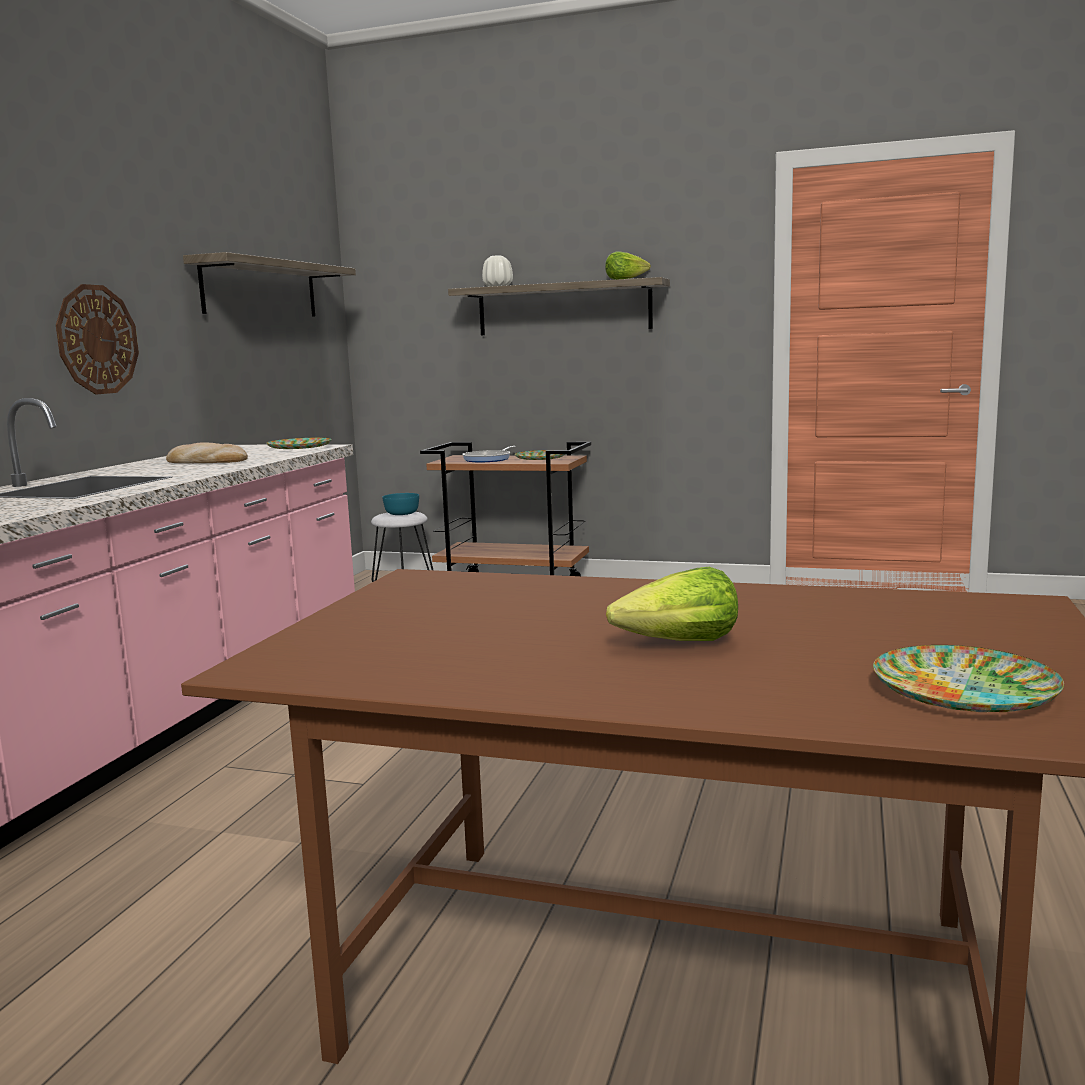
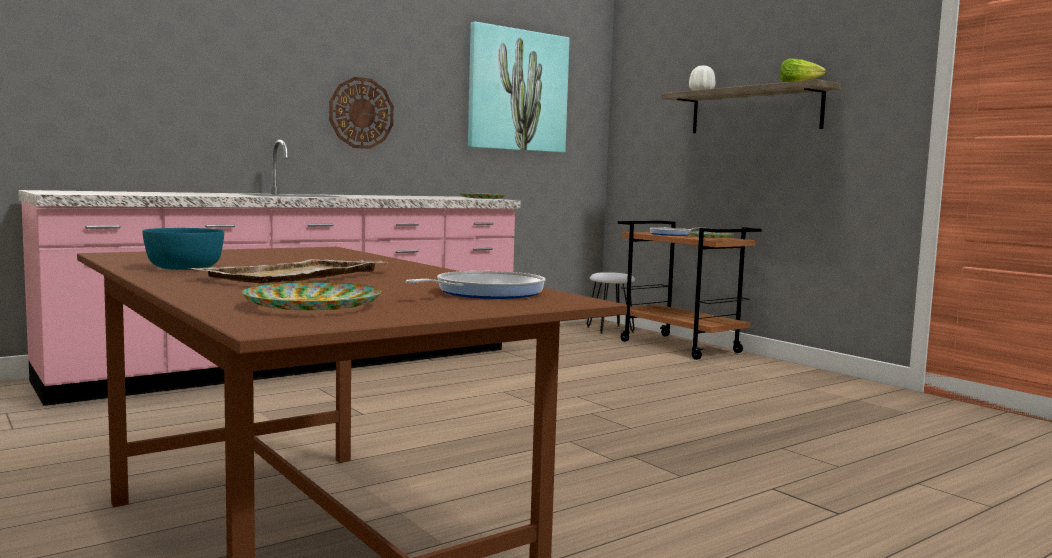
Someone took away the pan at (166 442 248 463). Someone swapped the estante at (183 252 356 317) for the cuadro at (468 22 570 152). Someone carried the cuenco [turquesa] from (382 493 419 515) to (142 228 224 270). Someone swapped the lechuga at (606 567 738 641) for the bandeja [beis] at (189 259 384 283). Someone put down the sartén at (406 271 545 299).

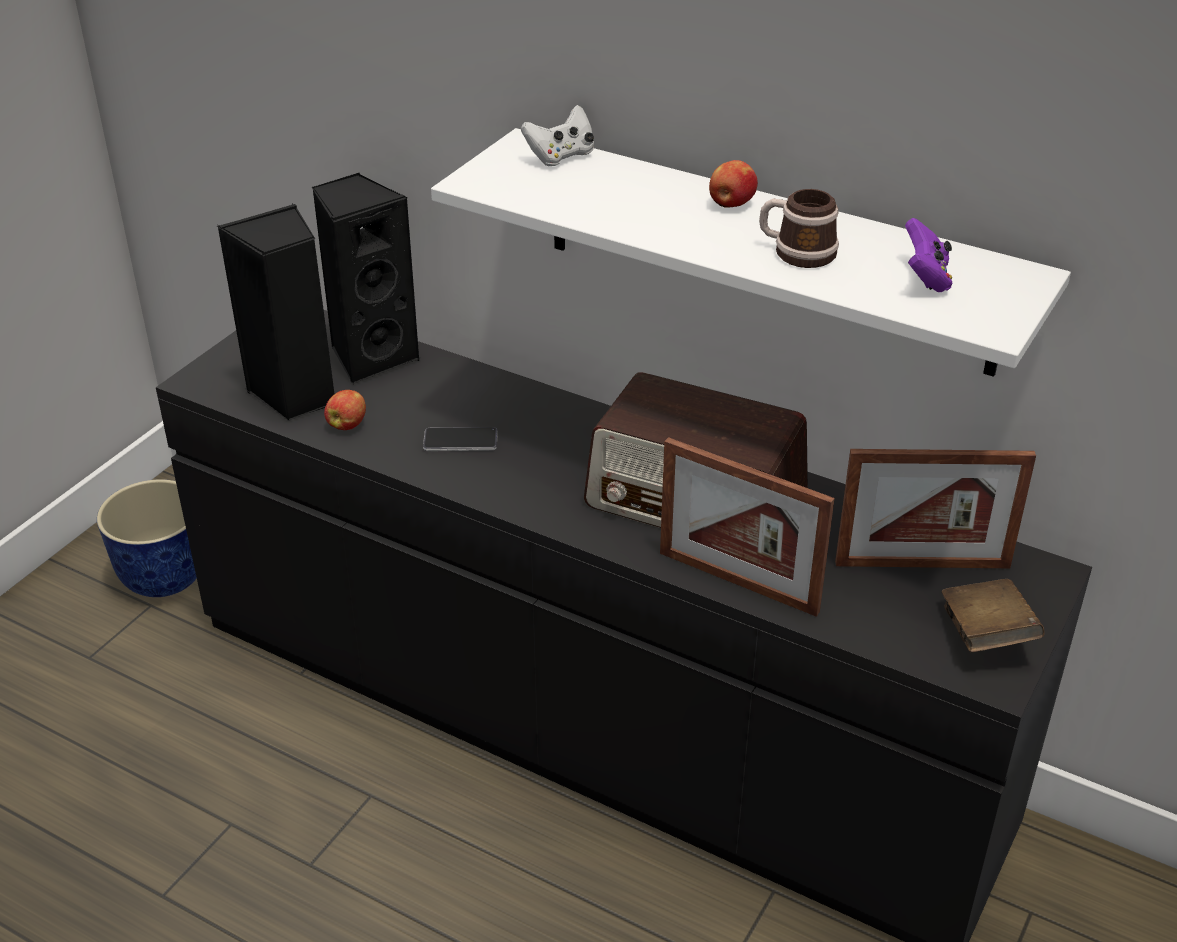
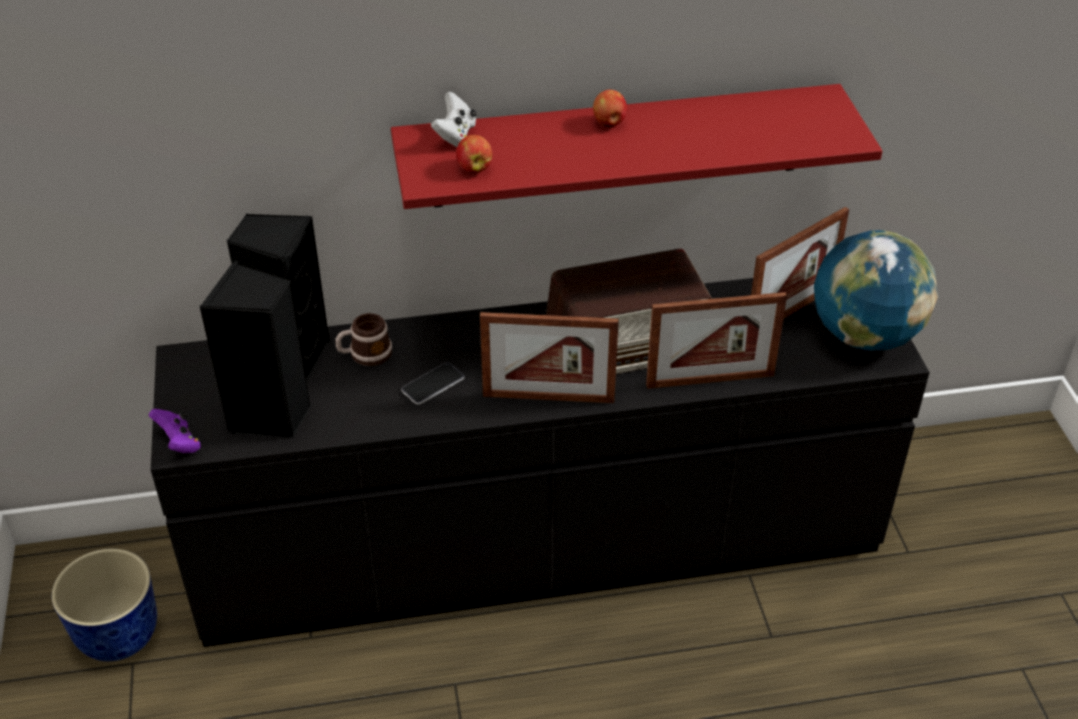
Someone carried the manzana from (324 390 366 430) to (456 135 492 173). Someone repainted the estante [blanco] at (431 128 1071 377), which became the estante [rojo] at (391 84 882 209). Someone carried the taza grande from (759 189 839 268) to (335 313 392 366). Someone carried the mando de consola [morado] from (905 218 952 292) to (149 409 201 453). Someone swapped the libro [marrón] at (941 579 1044 652) for the globo terráqueo at (814 230 938 351). Someone put down the portarretratos at (480 312 619 403).

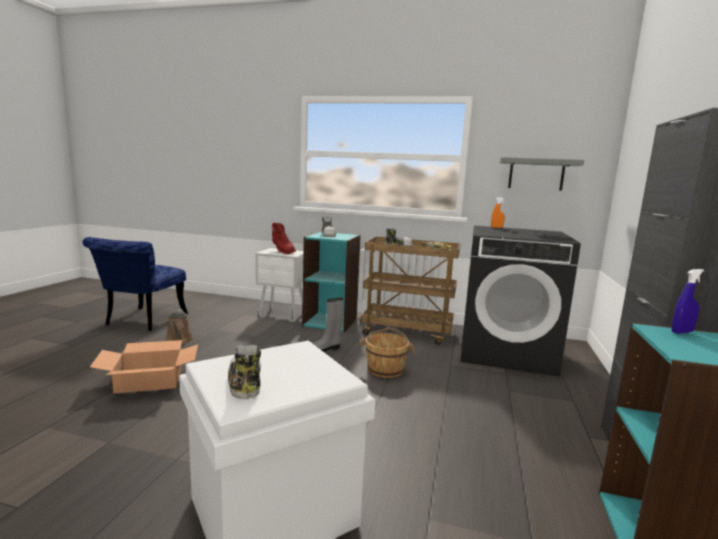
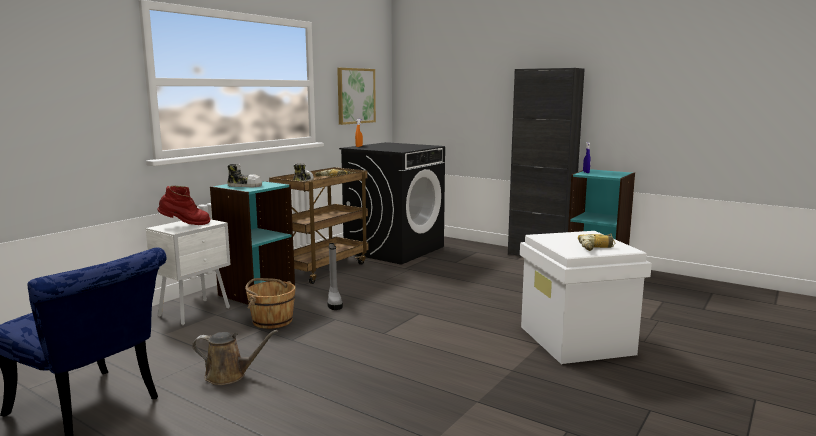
Someone took away the caja de cartón at (90 340 198 393). Someone swapped the zapato at (228 345 261 399) for the taladro at (578 233 616 251). Someone carried the cubo [marrón] from (359 328 416 378) to (245 278 296 329). Someone swapped the estante [gris] at (500 157 584 191) for the cuadro at (337 68 376 125).

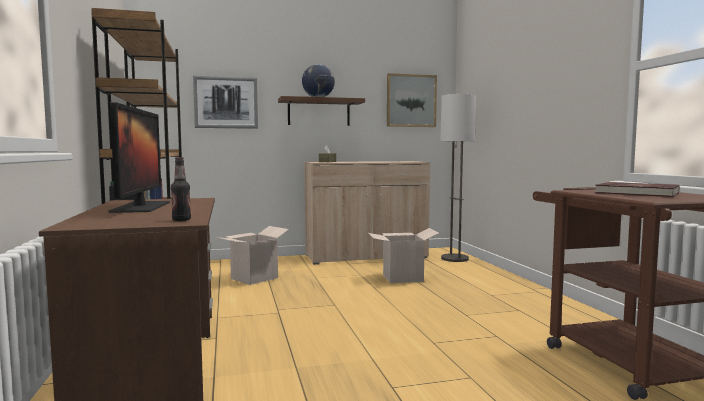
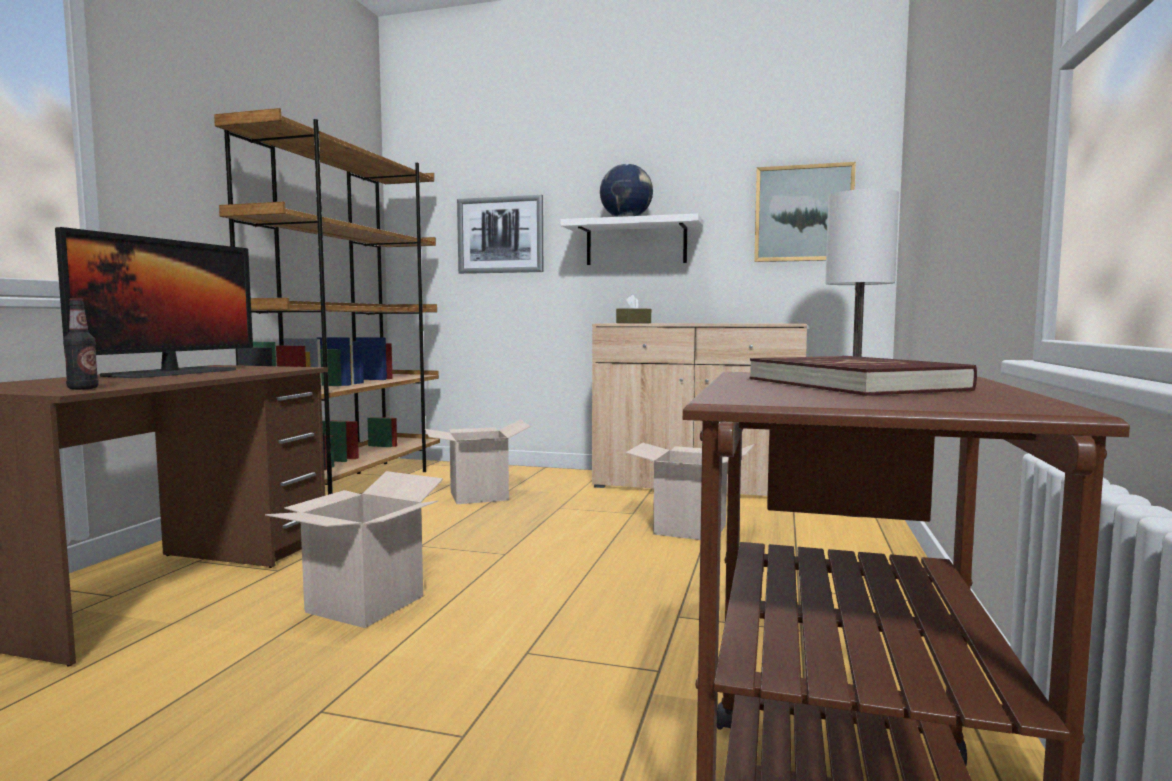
Someone repainted the estante [marrón] at (278 96 365 126), which became the estante [blanco] at (560 214 703 265). Someone put down the caja de cartón at (265 471 443 628).

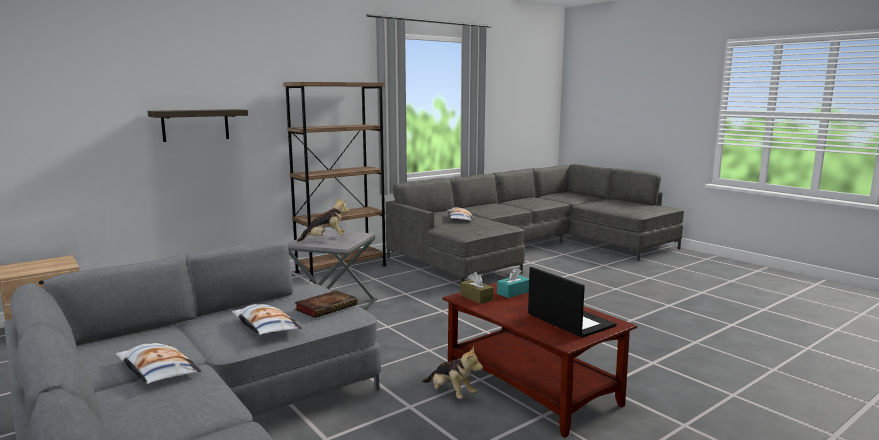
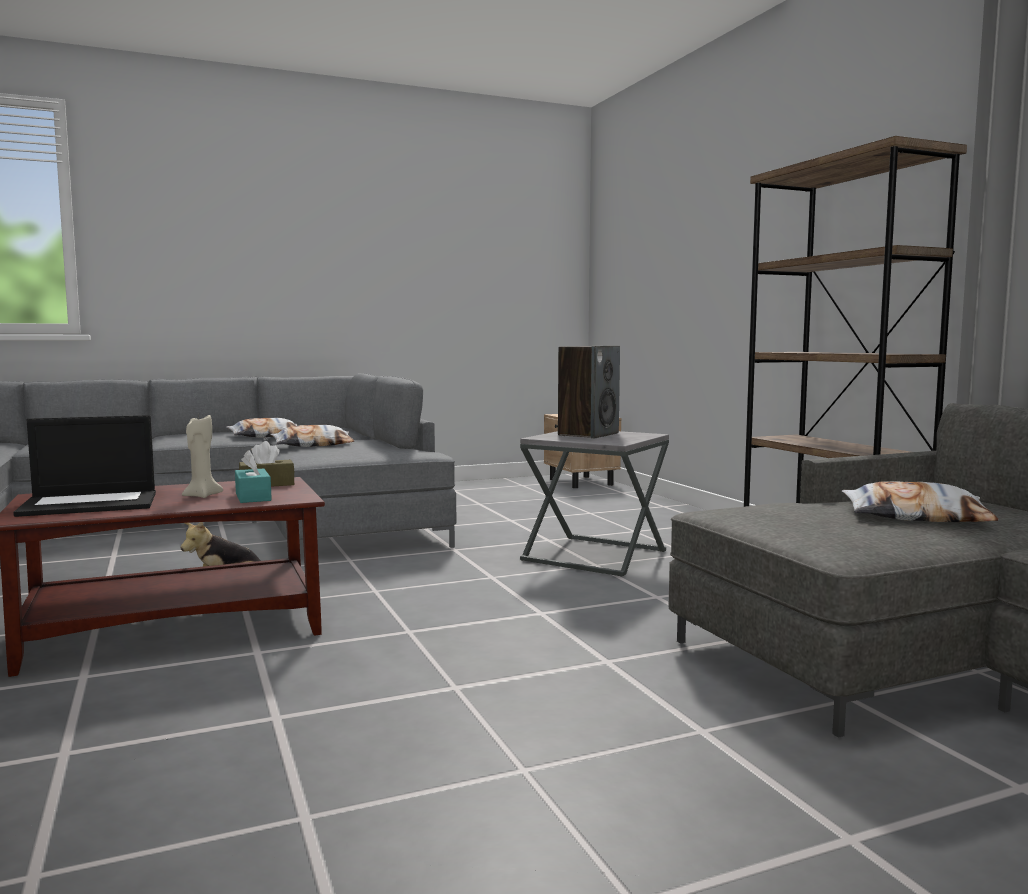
Someone took away the estante at (148 109 248 142). Someone took away the libro at (294 291 358 318). Someone swapped the peluche at (297 198 349 242) for the altavoz at (558 346 620 439). Someone put down the vela [beis] at (182 415 223 498).

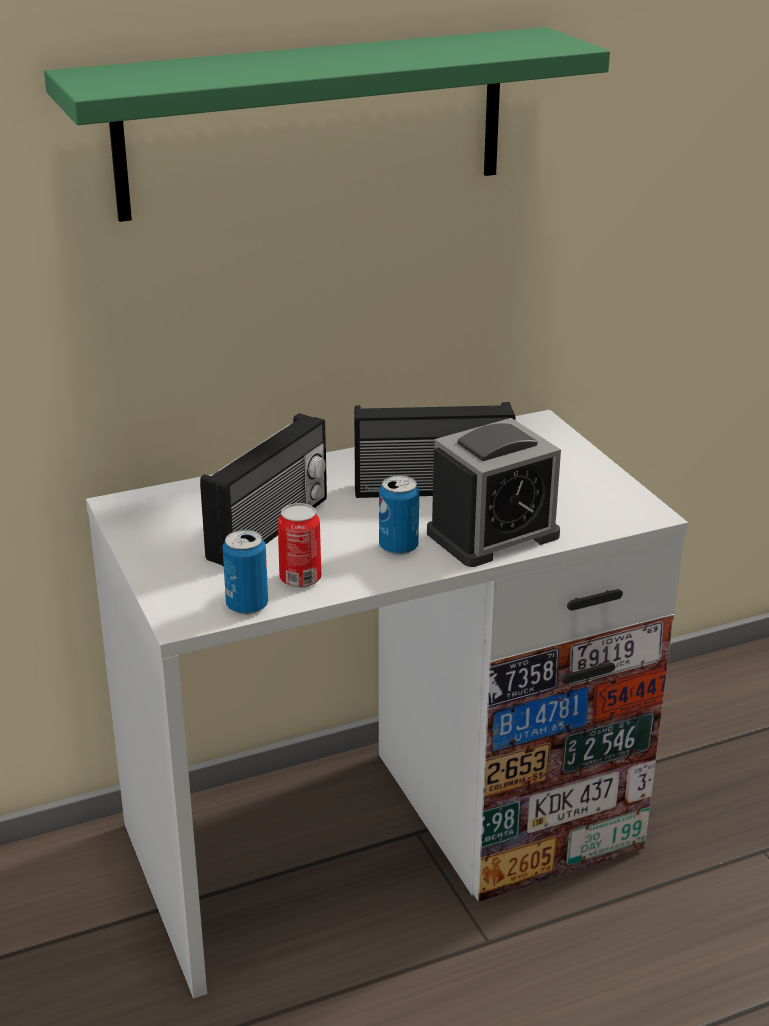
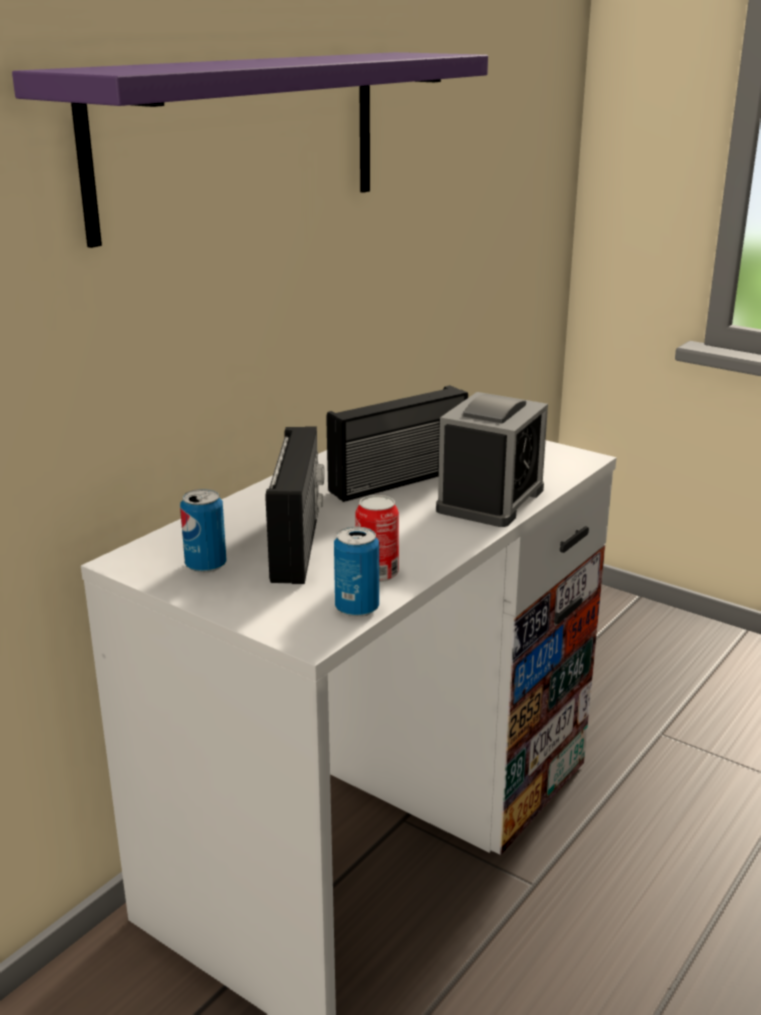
Someone repainted the estante [verde] at (44 27 610 222), which became the estante [morado] at (12 52 488 248). Someone carried the lata from (379 475 419 555) to (180 489 226 573).

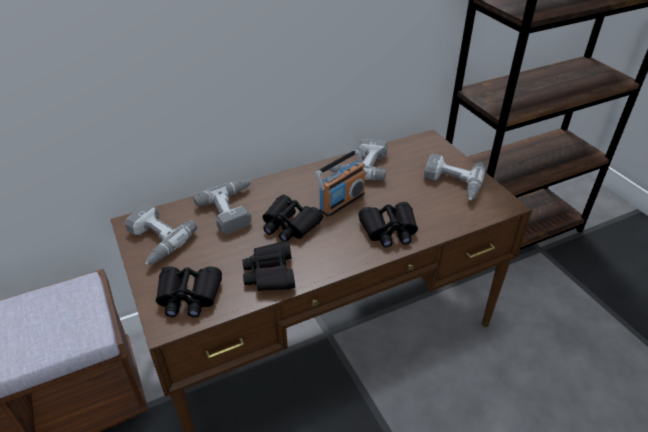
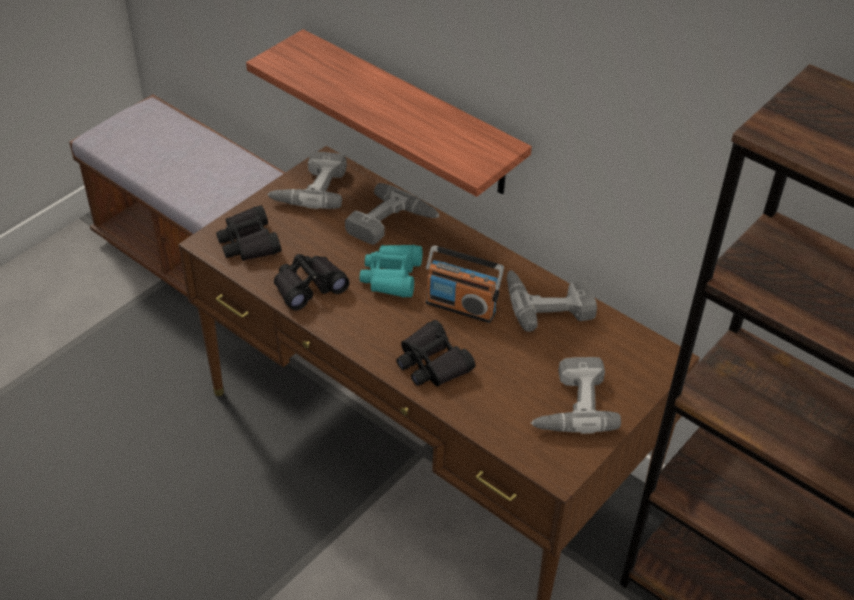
Someone repainted the prismáticos [negro] at (263 195 323 242), which became the prismáticos [turquesa] at (360 245 423 298). Someone put up the estante at (246 29 532 197).

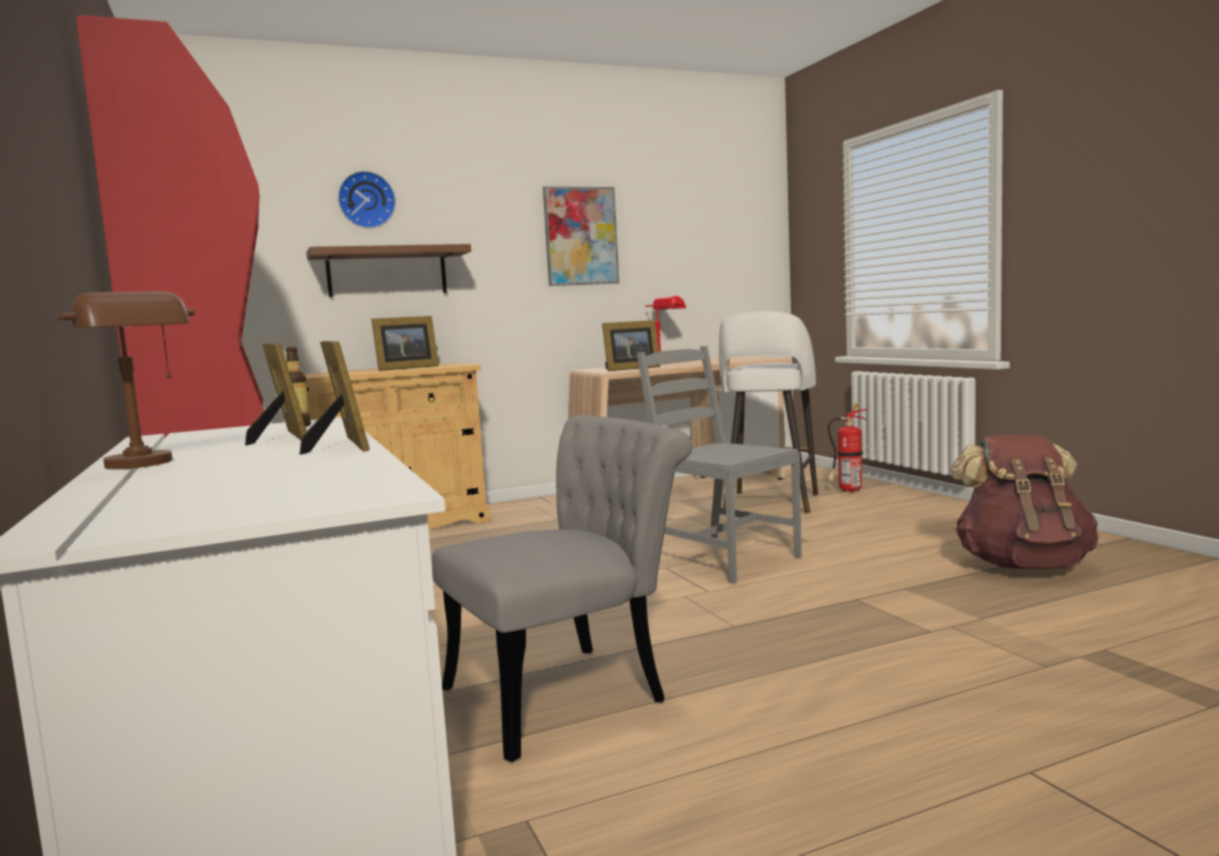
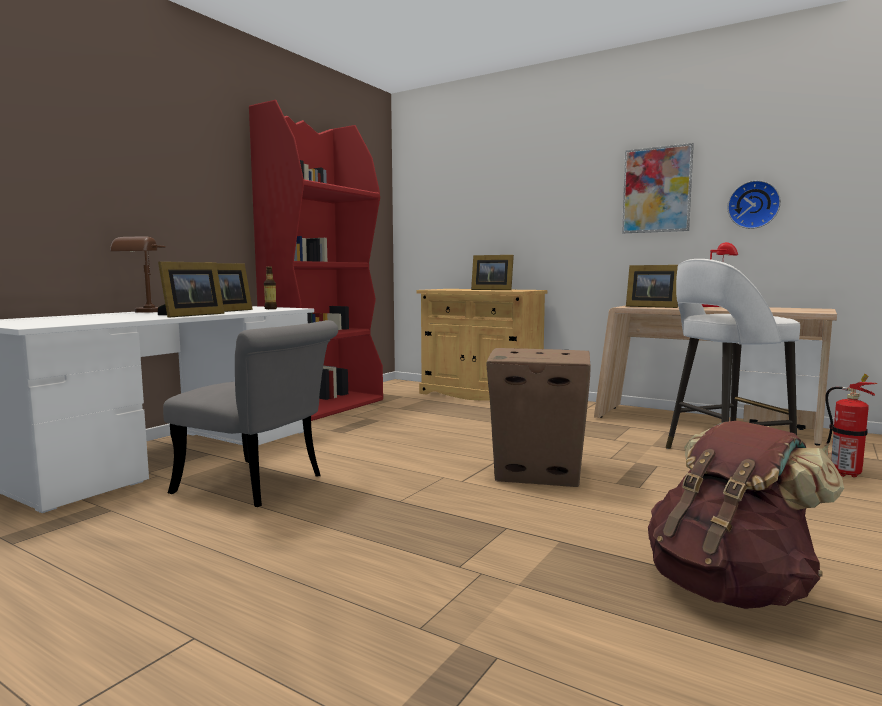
Someone took away the estante [marrón] at (306 244 471 297). Someone carried the reloj de pared from (338 171 396 228) to (727 180 781 229). Someone swapped the silla [gris] at (637 346 802 584) for the caja de cartón at (486 348 591 487).

